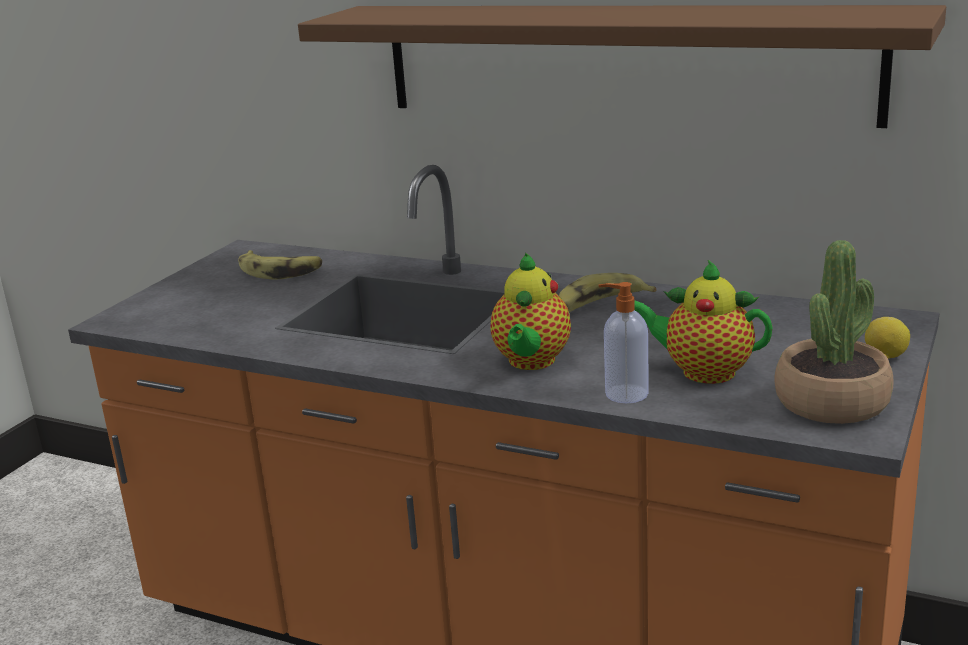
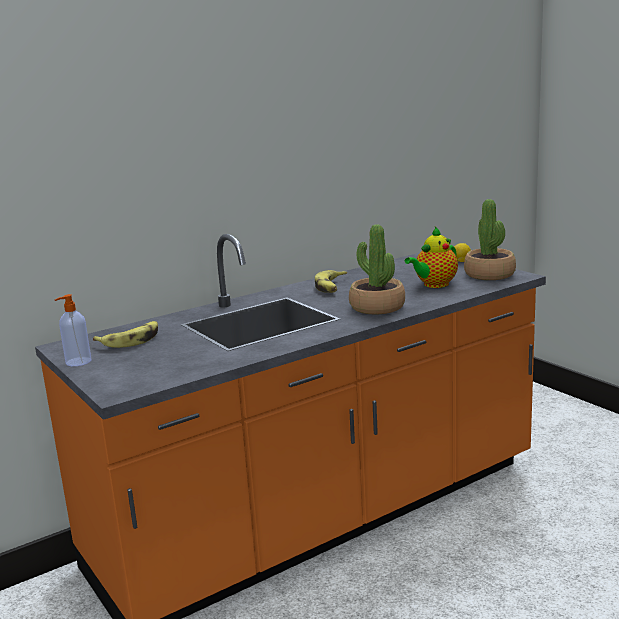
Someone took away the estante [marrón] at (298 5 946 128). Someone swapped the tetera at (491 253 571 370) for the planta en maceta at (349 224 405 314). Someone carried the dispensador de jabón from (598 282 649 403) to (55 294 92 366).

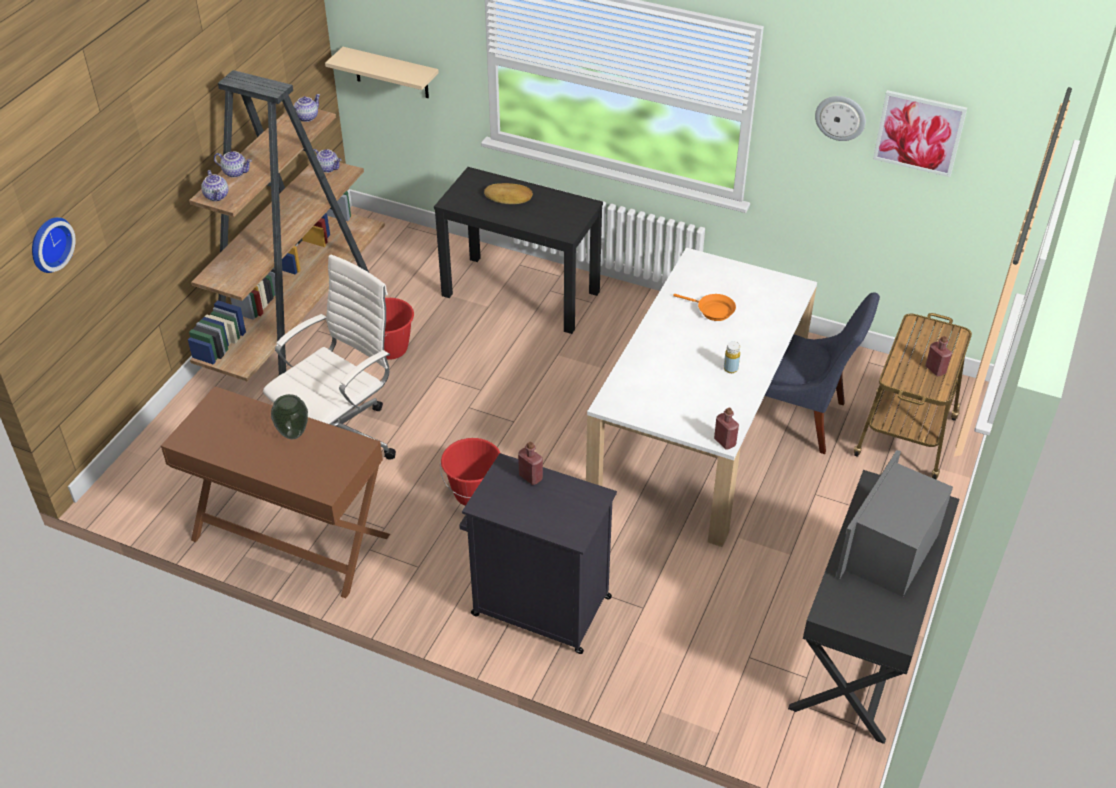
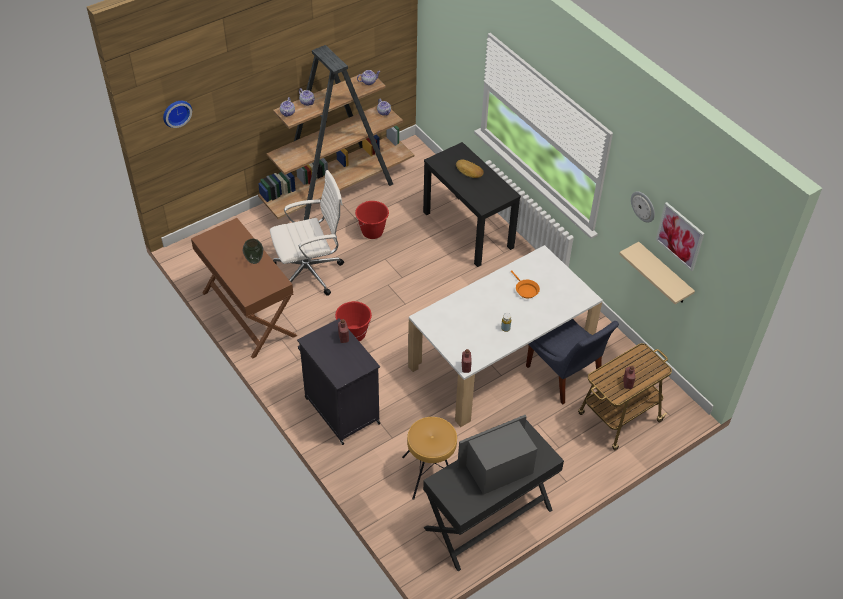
Someone carried the estante [beis] from (325 47 439 98) to (619 242 695 304). Someone put down the taburete [marrón] at (402 417 457 500).

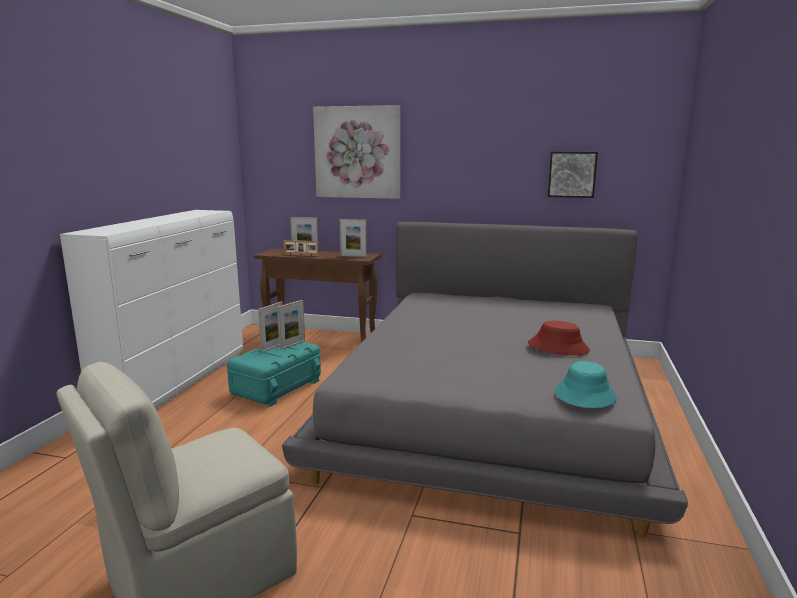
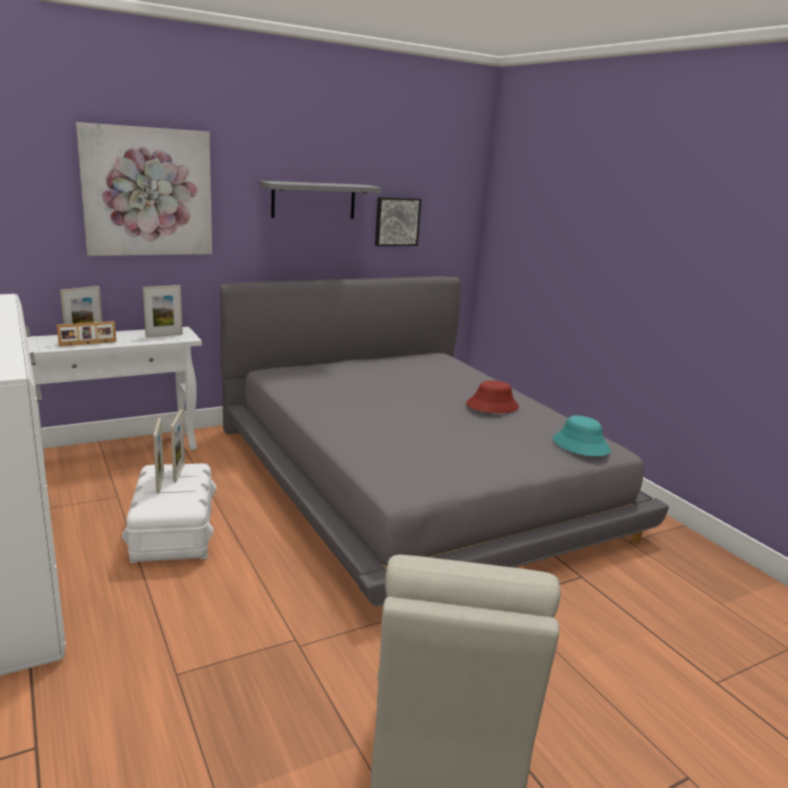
Someone repainted the caja de almacenaje [turquesa] at (227 342 321 407), which became the caja de almacenaje [blanco] at (122 464 217 563). Someone repainted the mesa consola [marrón] at (254 248 381 343), which became the mesa consola [blanco] at (27 327 202 456). Someone put up the estante [gris] at (259 181 382 219).

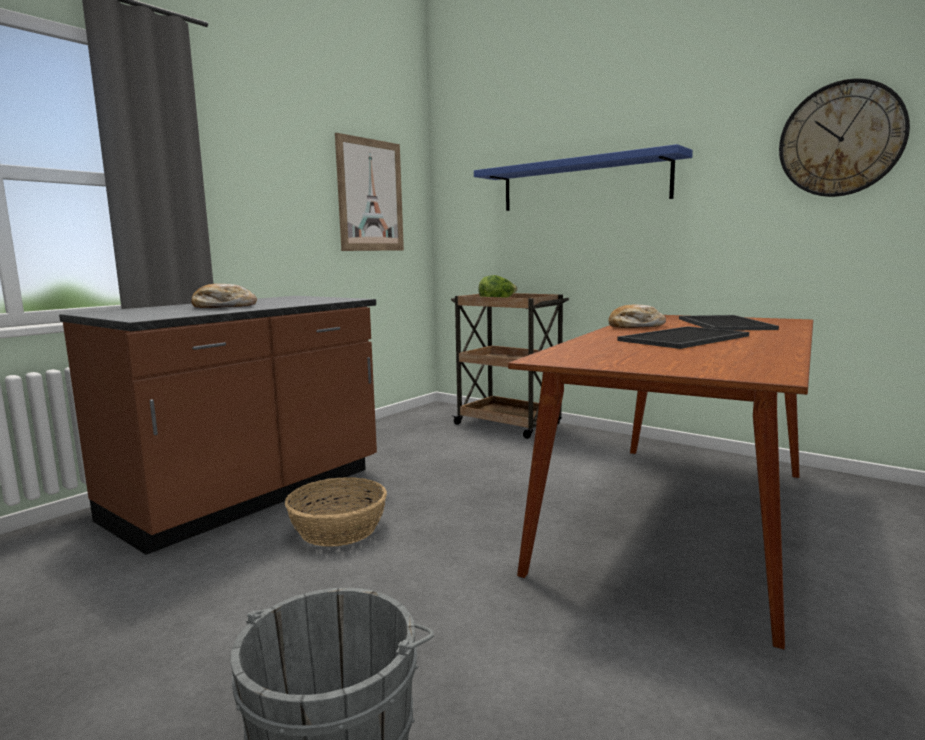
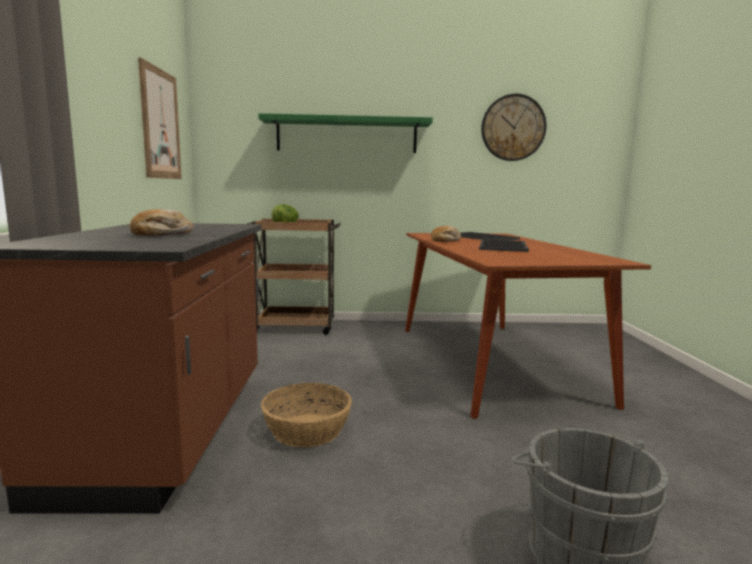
Someone repainted the estante [azul] at (474 144 693 211), which became the estante [verde] at (258 113 433 153).

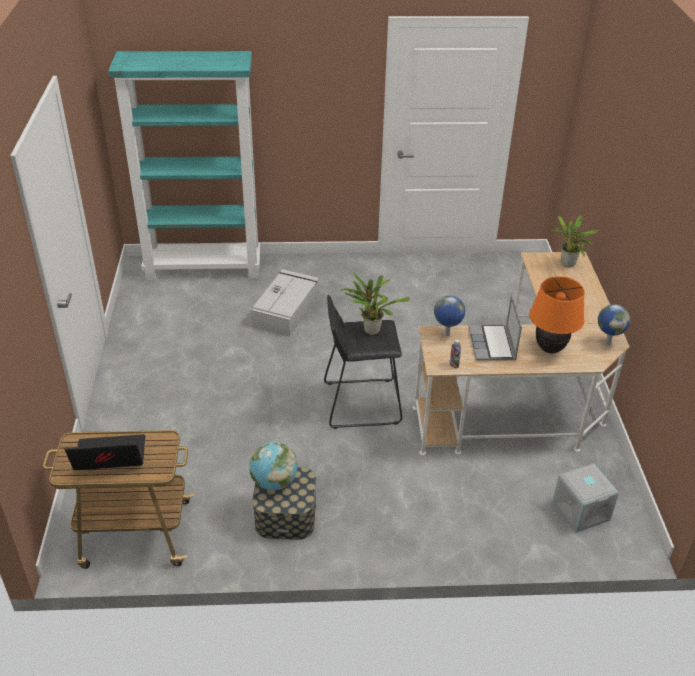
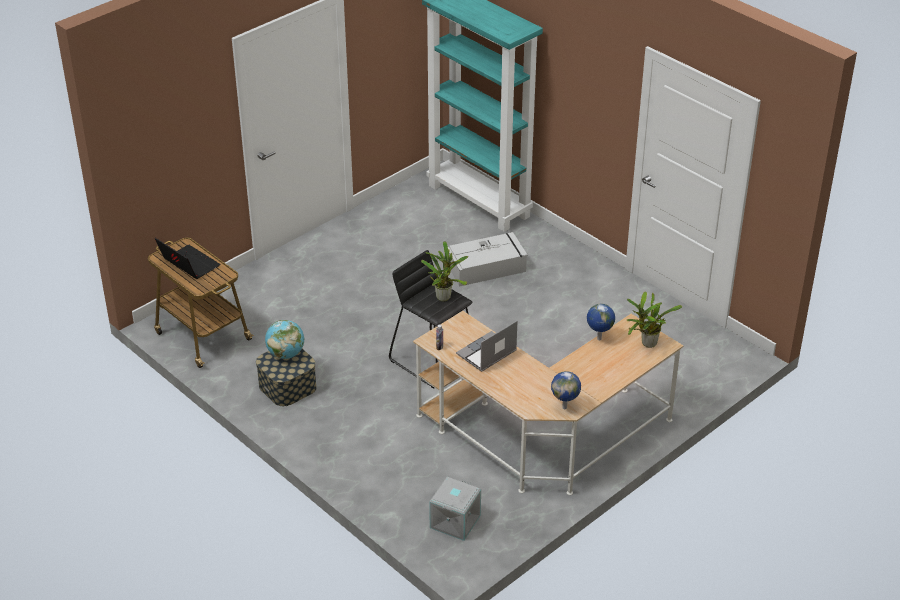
Someone carried the globo terráqueo from (434 296 465 336) to (587 304 615 340). Someone took away the lámpara de mesa [naranja] at (529 276 585 353).

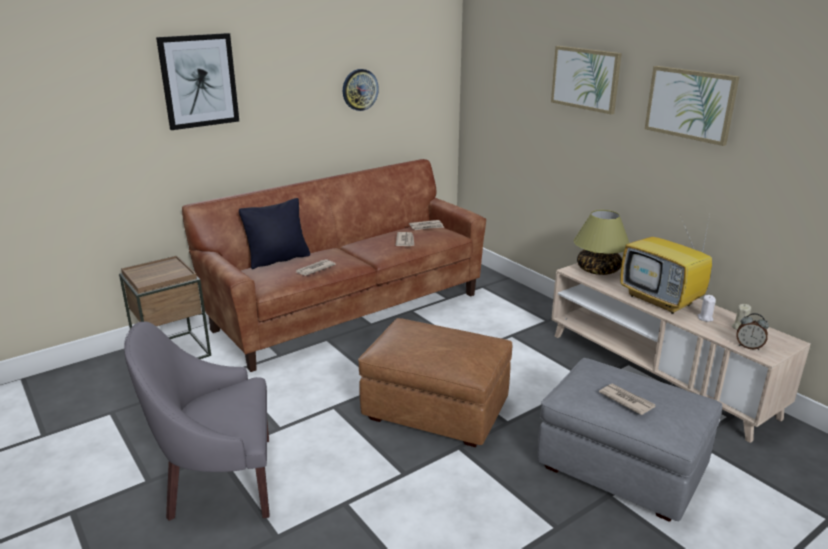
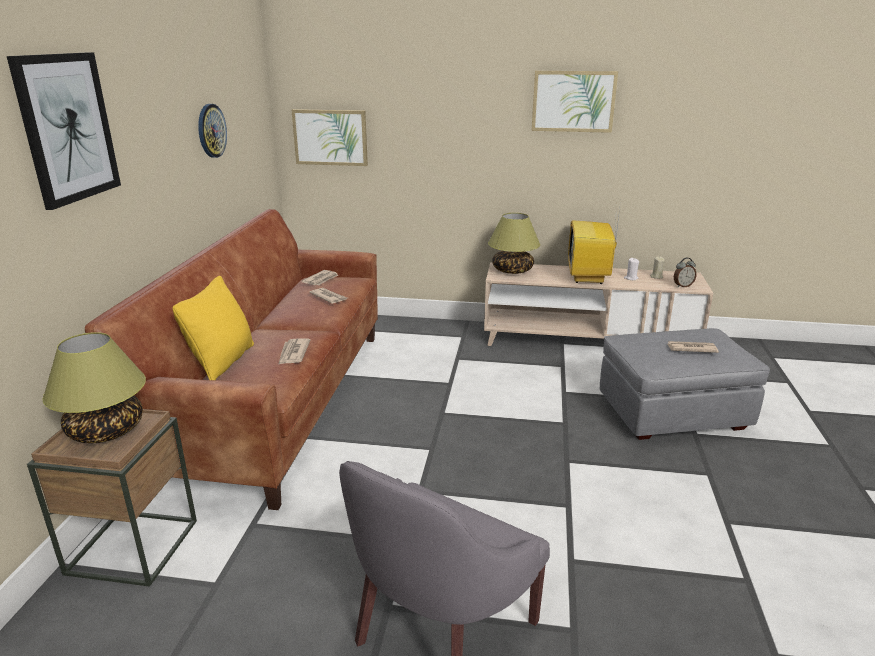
Someone repainted the cojín [negro] at (239 198 310 269), which became the cojín [amarillo] at (172 276 254 380). Someone took away the puf [marrón] at (358 318 512 447). Someone carried the cuadro from (551 46 622 115) to (292 109 368 166). Someone rotated the televisor at (620 215 712 314) by 90 degrees clockwise. Someone put down the lámpara de mesa at (43 332 146 443).

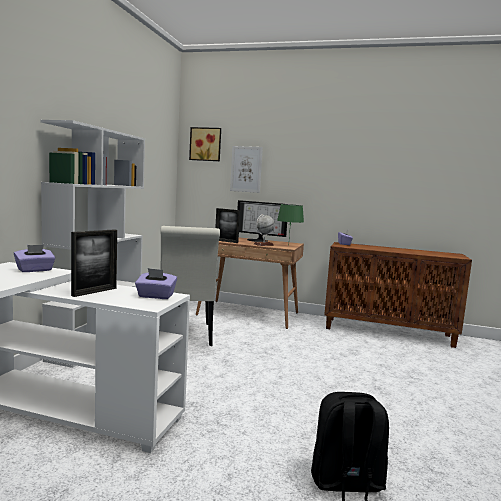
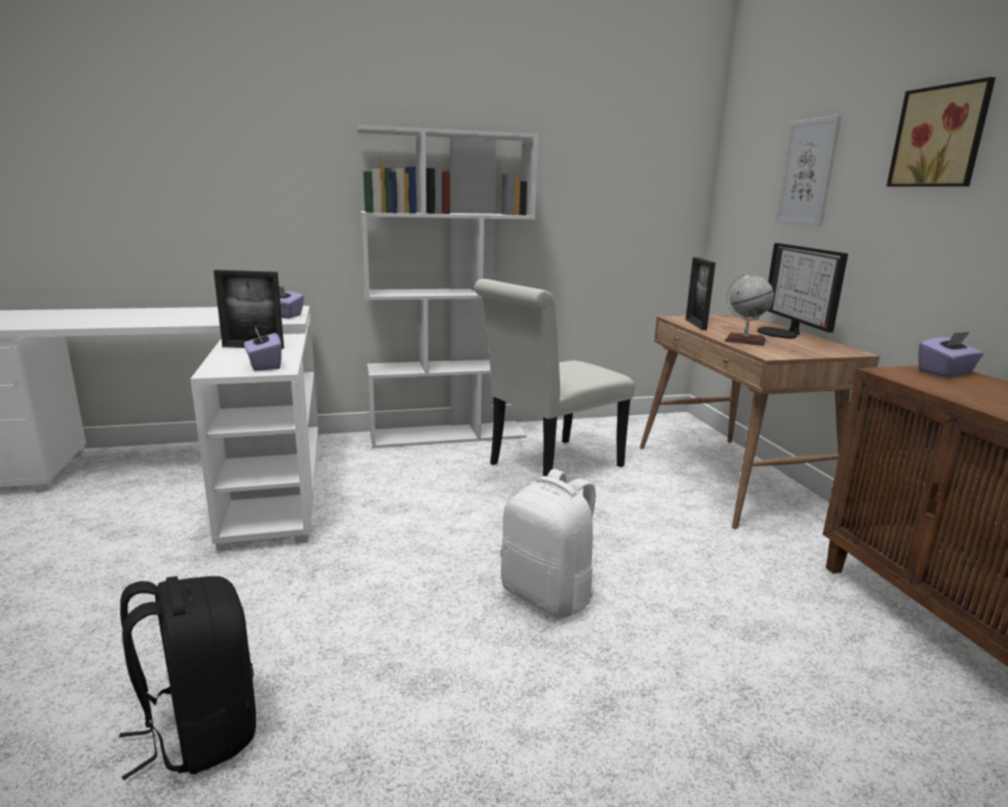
Someone carried the cuadro from (189 127 221 161) to (887 77 996 187). Someone took away the lámpara de mesa [verde] at (277 204 304 237). Someone put down the mochila [blanco] at (501 469 596 618).

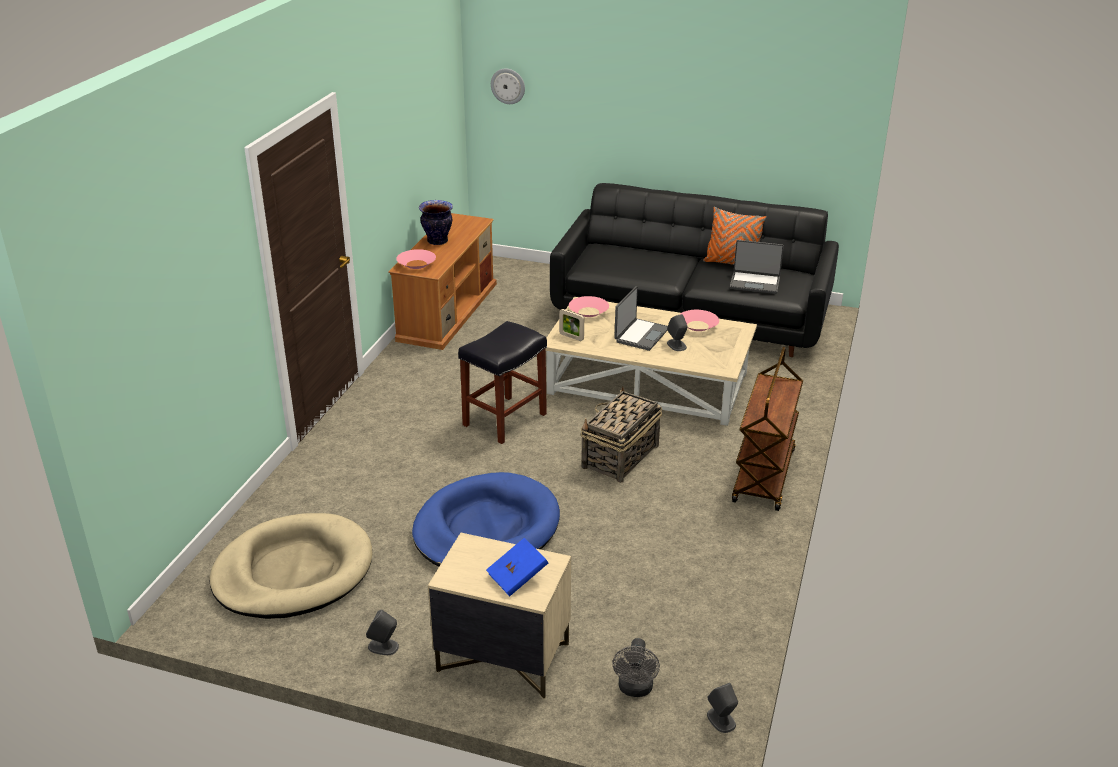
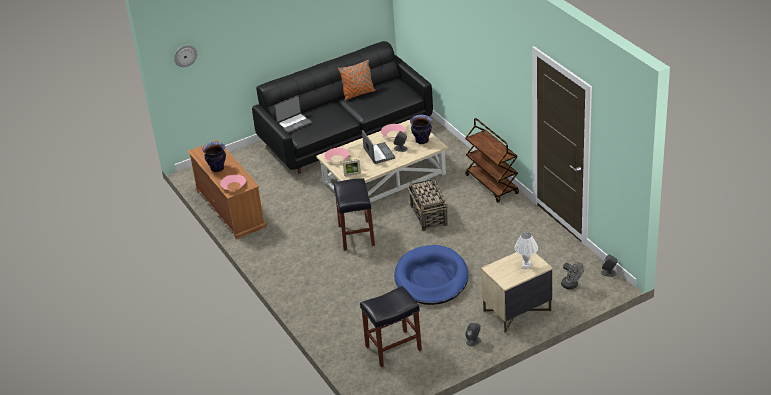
Someone swapped the cama para perro [beis] at (210 513 373 619) for the taburete [negro] at (360 286 422 367). Someone swapped the libro [azul] at (486 538 548 597) for the lámpara de mesa [blanco] at (515 232 538 269). Someone carried the portátil from (730 240 784 294) to (274 95 312 133). Someone put down the florero at (410 115 432 144).

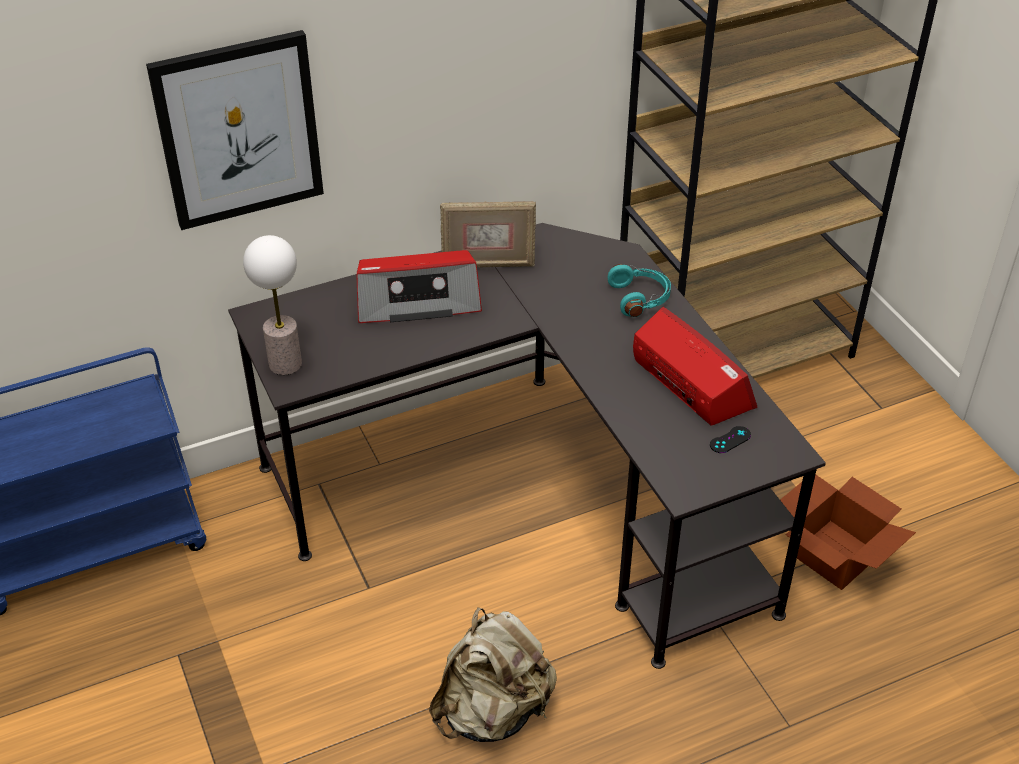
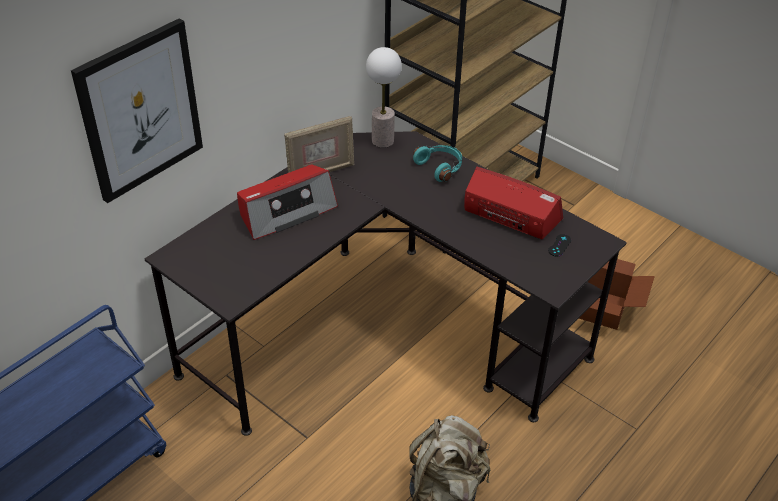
Someone carried the lámpara de mesa from (243 235 302 375) to (366 47 402 148).

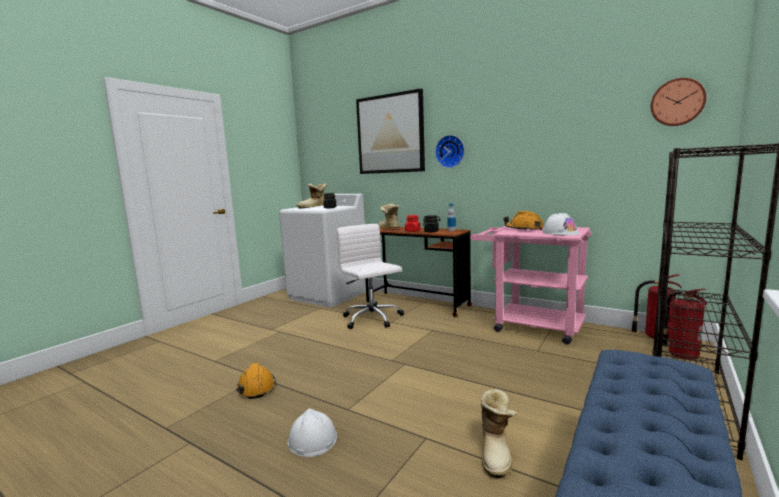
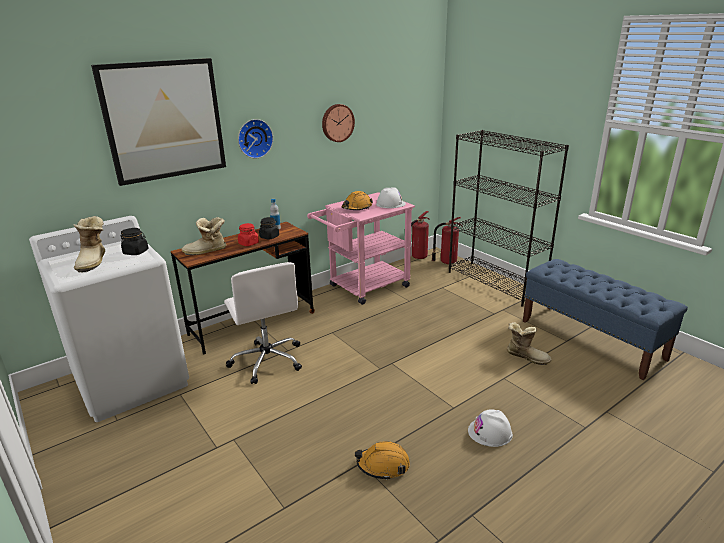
Someone rotated the silla de oficina [blanco] at (337 224 404 329) by 105 degrees counterclockwise. Someone carried the reloj de pared from (651 78 706 126) to (322 104 355 142).

